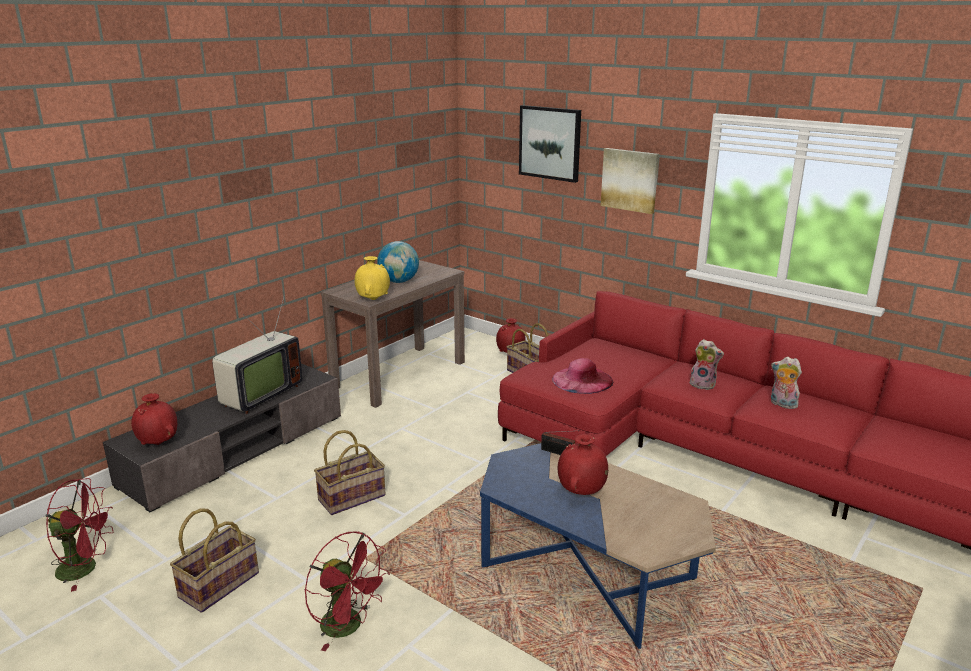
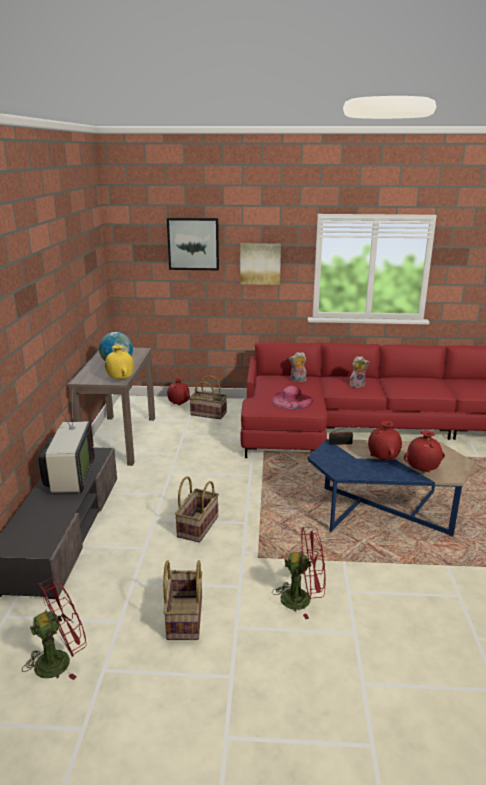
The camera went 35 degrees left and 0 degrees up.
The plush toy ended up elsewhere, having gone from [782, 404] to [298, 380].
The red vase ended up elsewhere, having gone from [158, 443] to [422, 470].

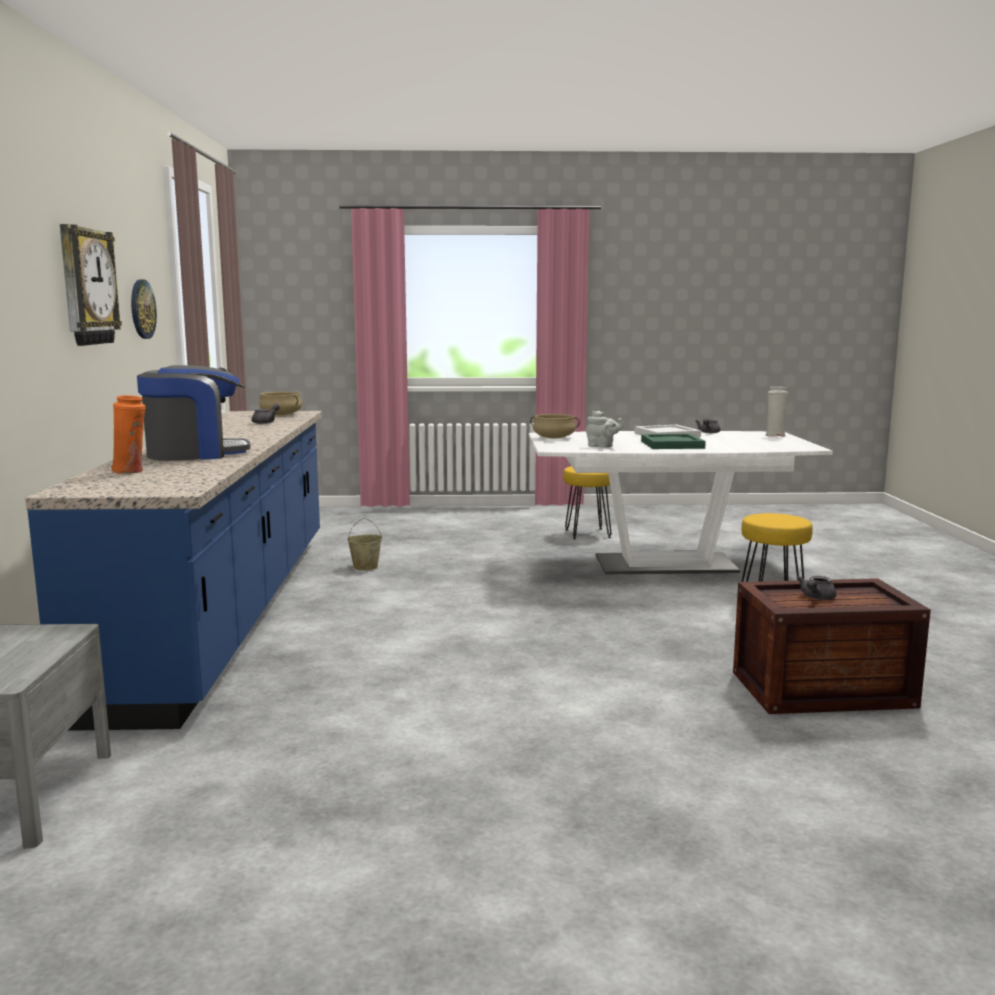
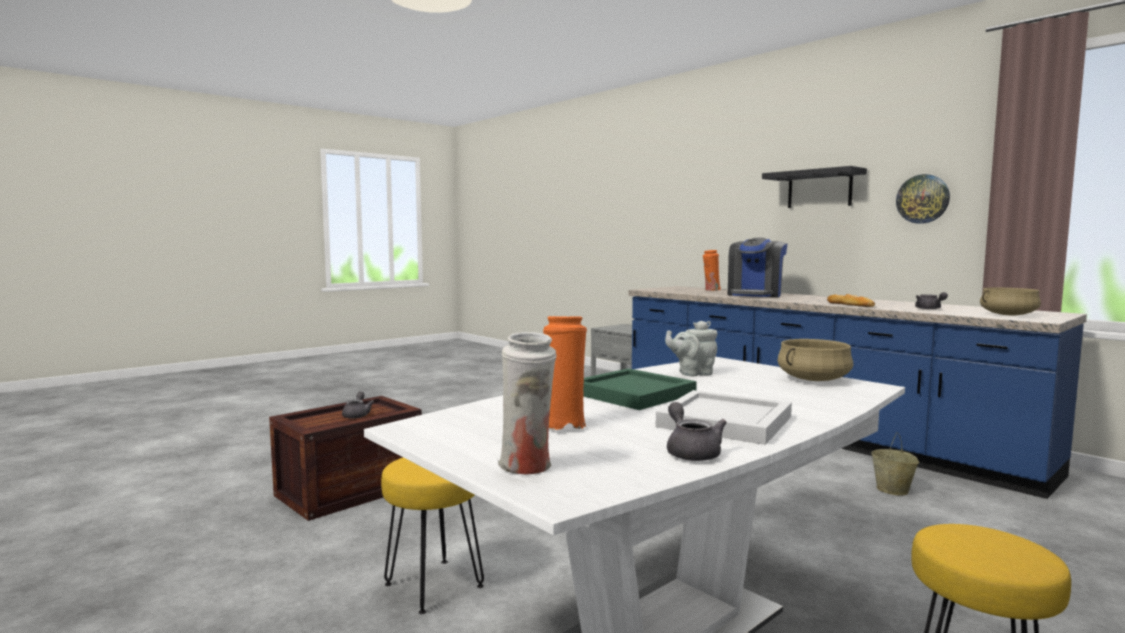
The camera went 140 degrees right and 5 degrees down.
Where the wall clock hung at [86, 287], the black shelf came to hang at [819, 189].
The second view gained the bread at [849, 304].
The second view gained the orange vase at [564, 425].

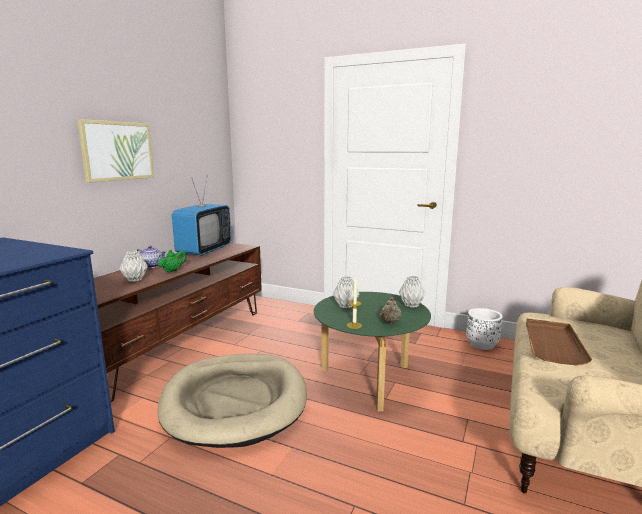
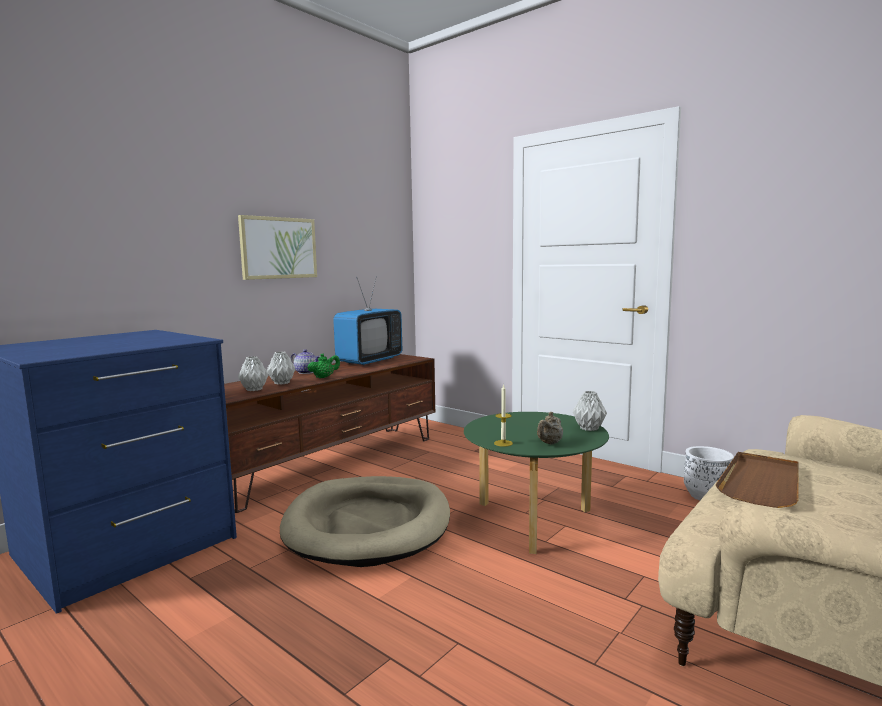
The camera went 15 degrees right and 5 degrees down.
The grey vase ended up elsewhere, having gone from [346, 306] to [254, 389].

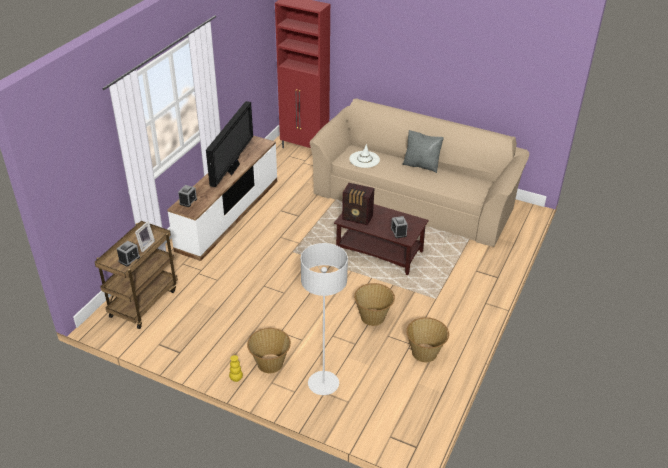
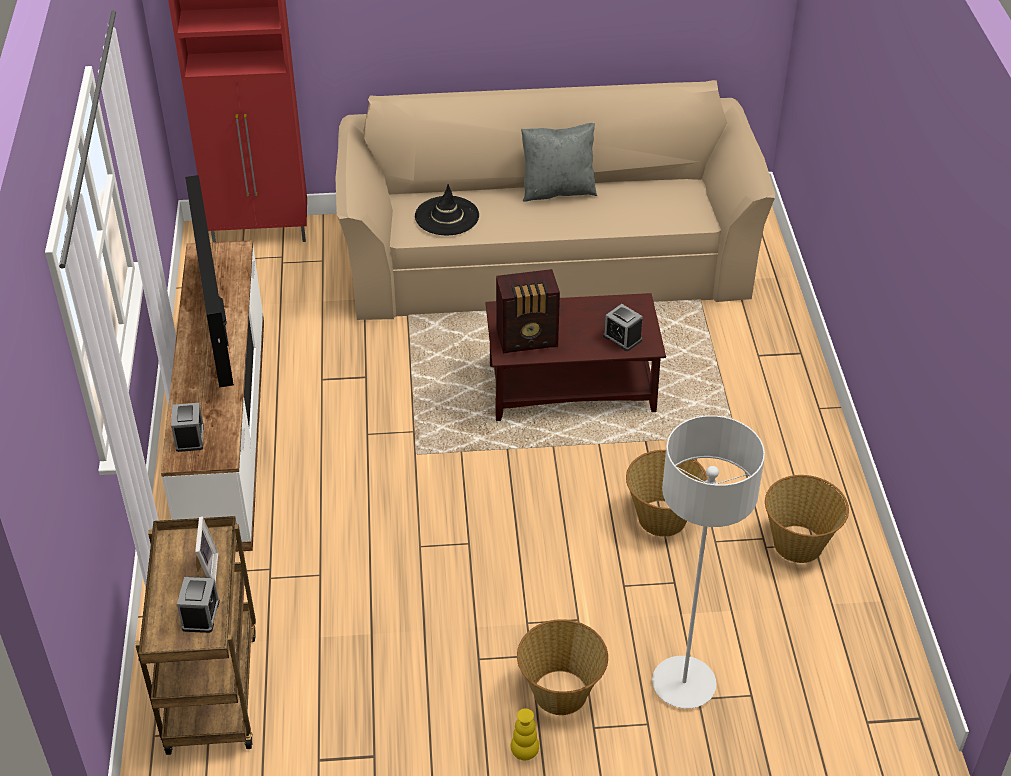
The camera went 30 degrees left and 5 degrees up.
What was the white hat at [364, 159] turned into the black hat at [447, 216].

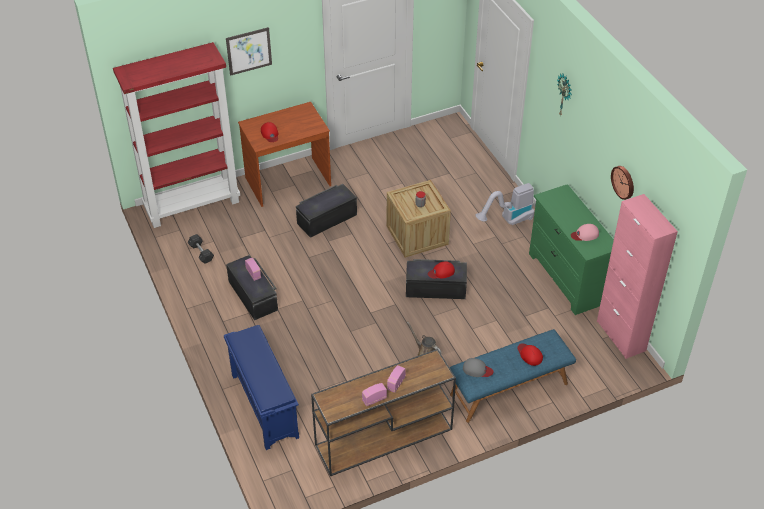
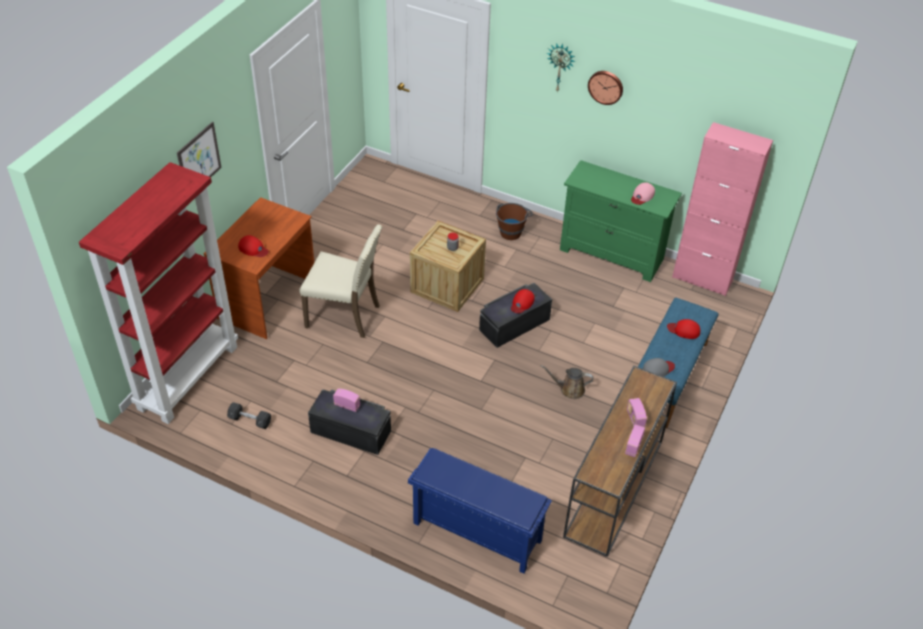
The camera went 40 degrees left and 0 degrees up.
The wall clock ended up elsewhere, having gone from [624, 182] to [606, 86].
Where the vacuum cleaner stood at [508, 220], the brown bucket came to stand at [512, 230].
Where the black storage box stood at [326, 218], the beige chair came to stand at [345, 315].

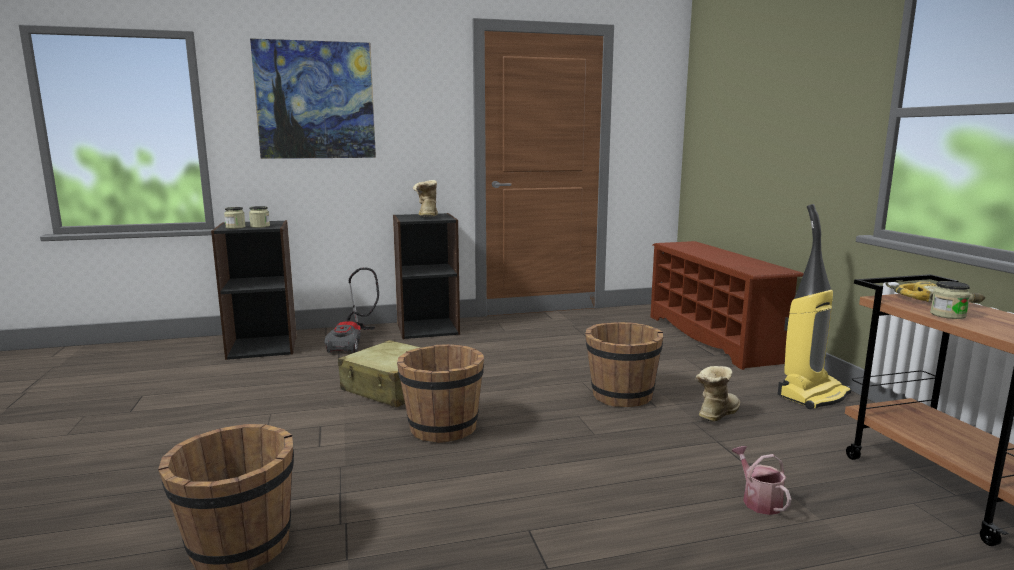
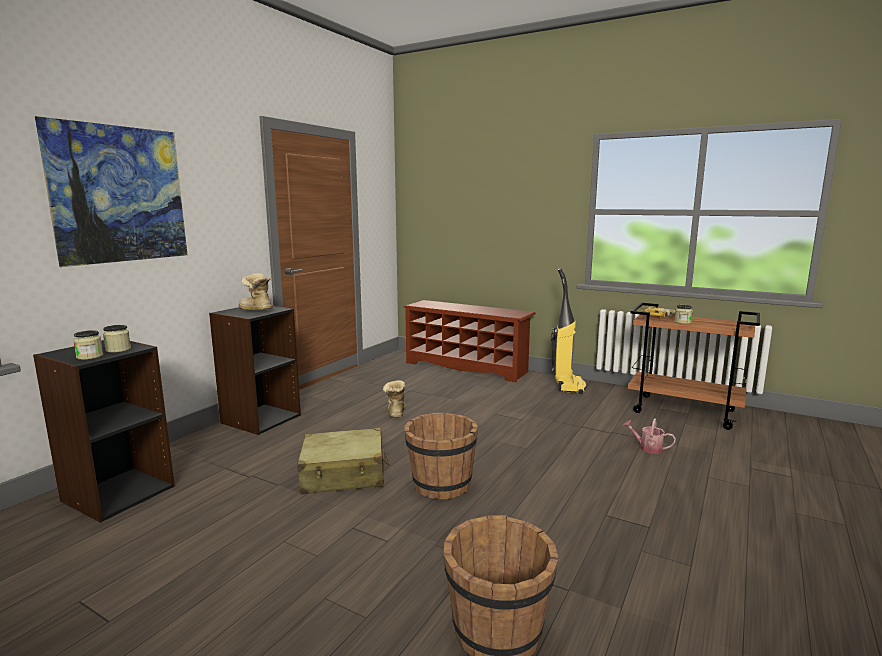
The camera went 45 degrees left and 0 degrees up.
The second view lost the vacuum cleaner at [352, 343].
The second view lost the brown bucket at [621, 396].
The boot ended up elsewhere, having gone from [715, 414] to [395, 413].

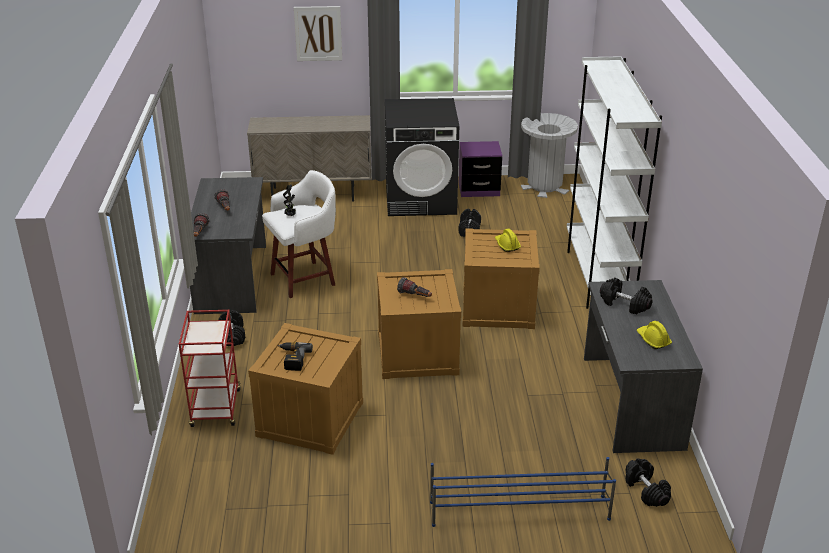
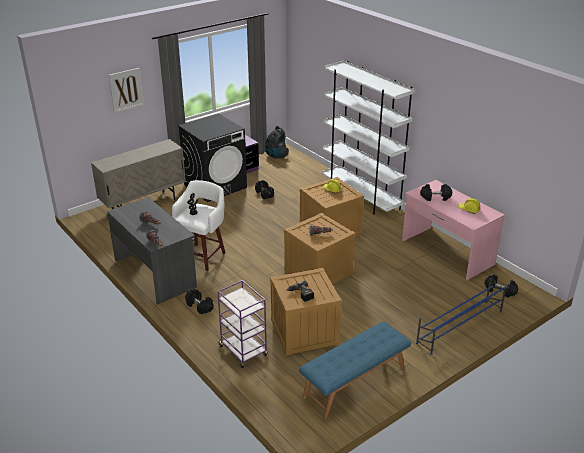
The camera went 35 degrees left and 0 degrees up.
Where the grey trash can stood at [544, 186], the vacuum cleaner came to stand at [276, 156].
What was the grey desk at [630, 402] turned into the pink desk at [446, 252].
What was the red cart at [216, 409] turned into the purple cart at [243, 351].
The second view gained the blue bench at [355, 383].

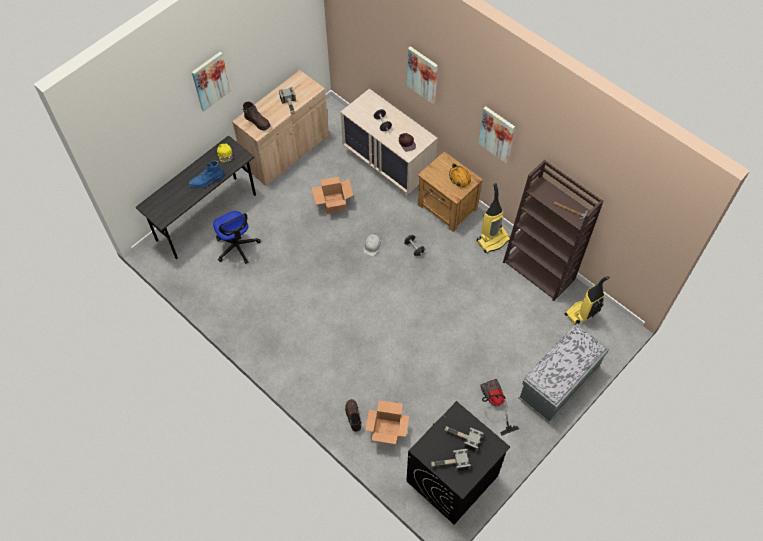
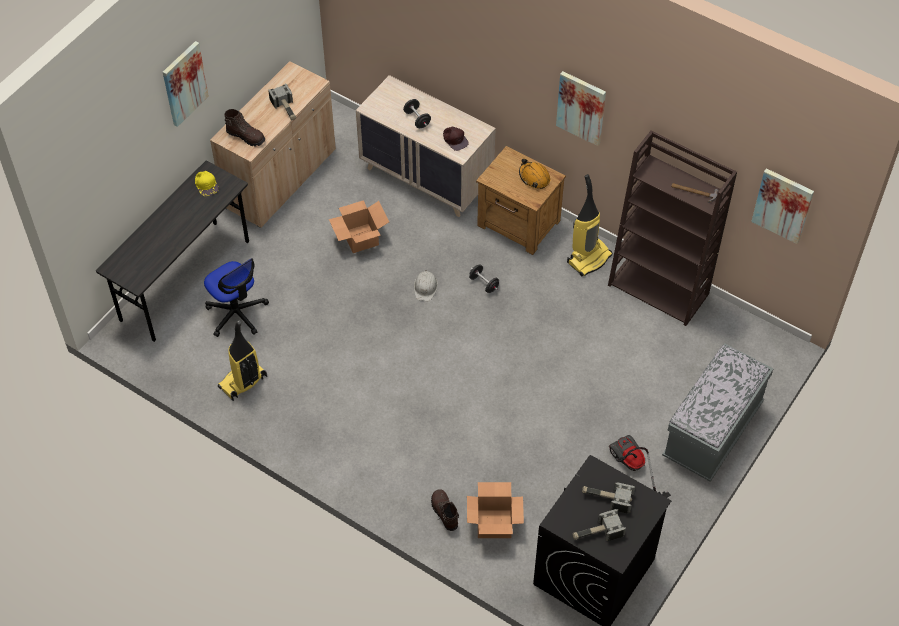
The camera went 10 degrees left and 5 degrees down.
The picture ended up elsewhere, having gone from [422, 74] to [783, 205].
The second view lost the blue boot at [206, 181].
The vacuum cleaner ended up elsewhere, having gone from [582, 313] to [243, 383].

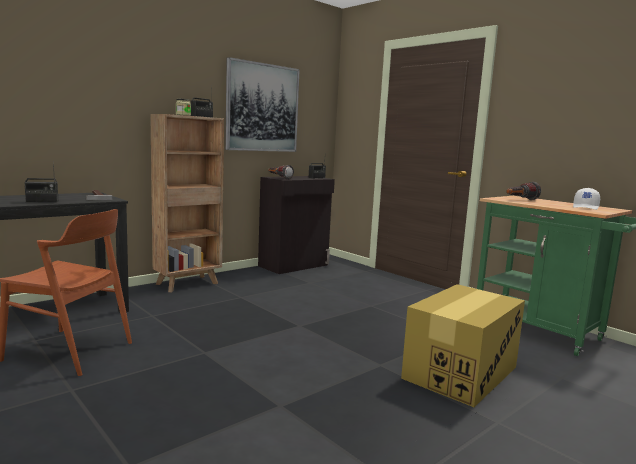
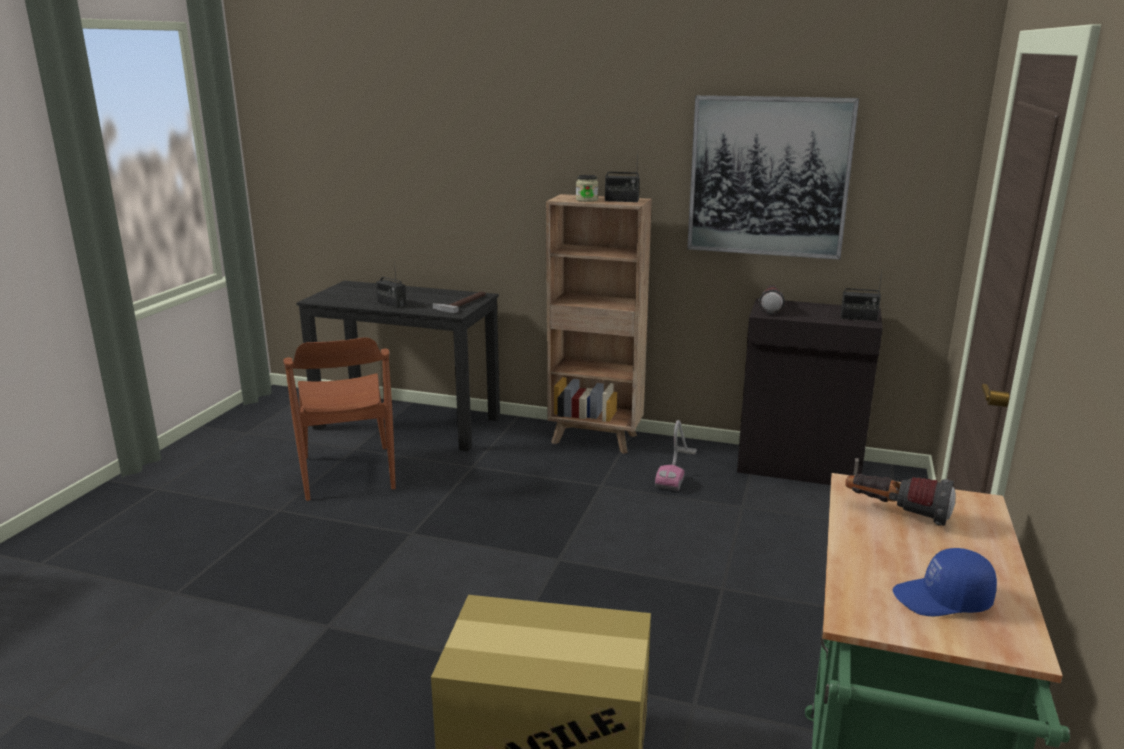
The camera went 60 degrees right and 10 degrees up.
What was the white cap at [586, 207] turned into the blue cap at [942, 600].
The second view gained the vacuum cleaner at [677, 469].

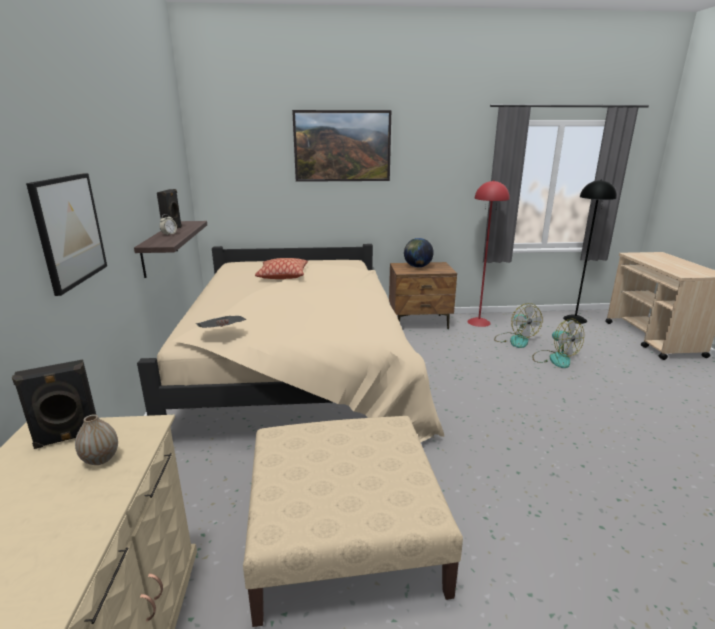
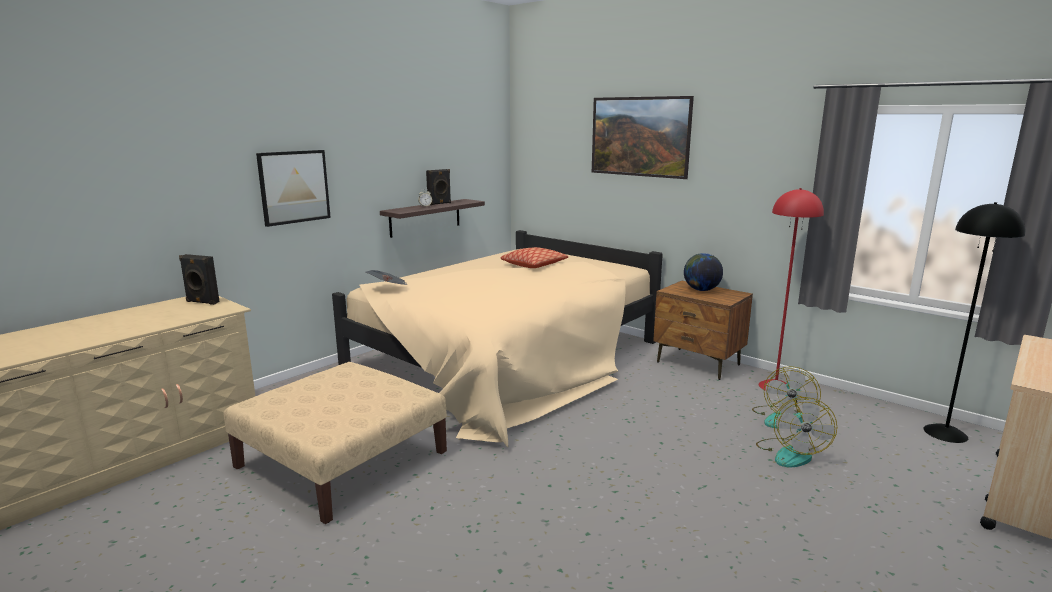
The camera went 45 degrees right and 5 degrees down.
The second view lost the vase at [101, 459].

